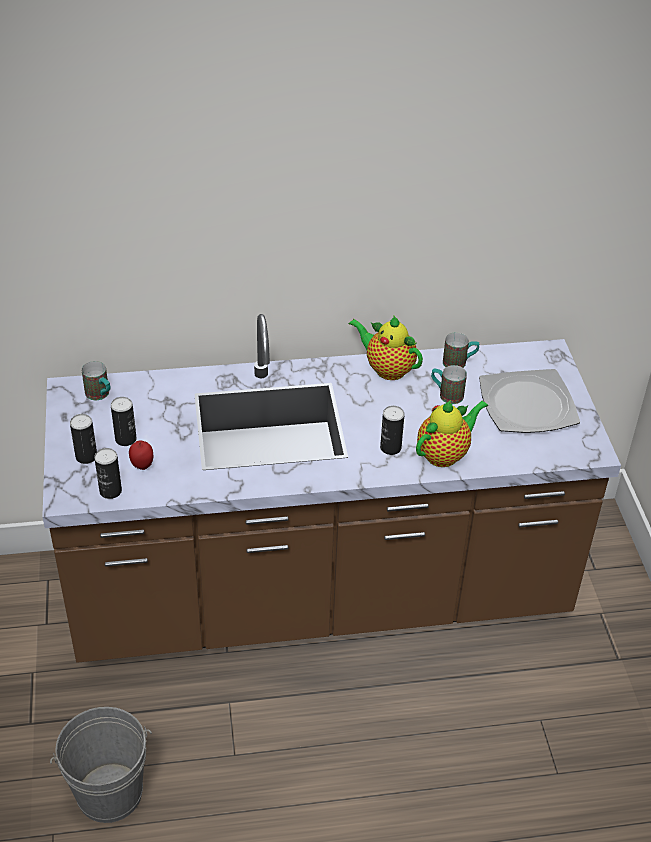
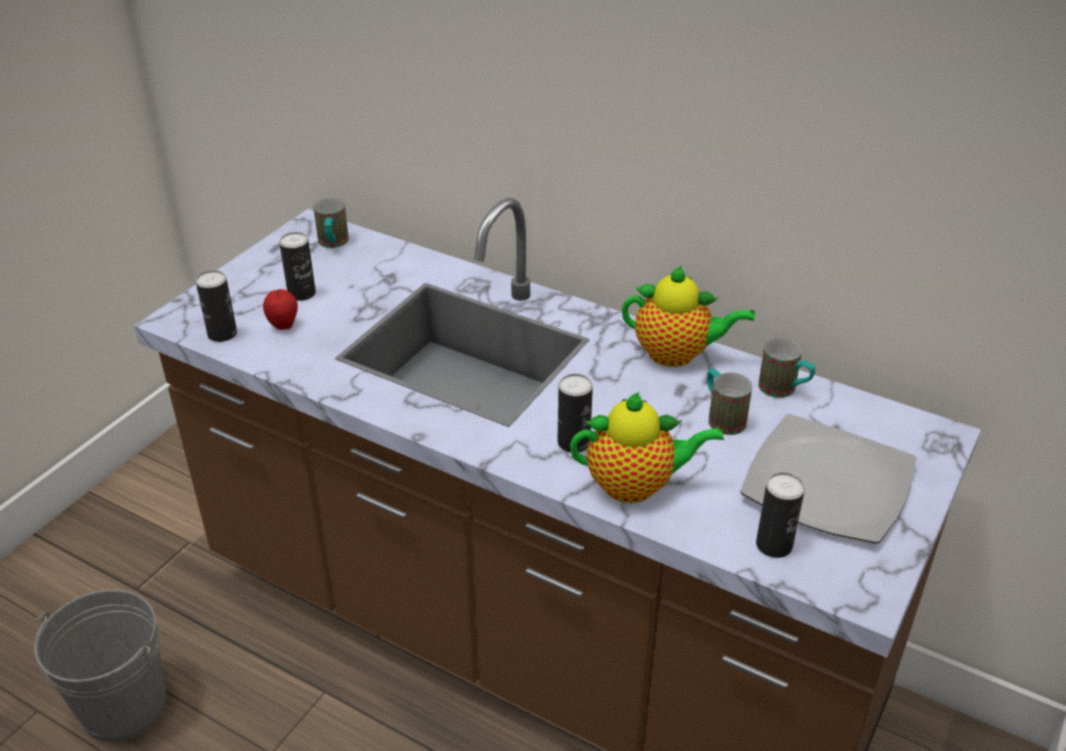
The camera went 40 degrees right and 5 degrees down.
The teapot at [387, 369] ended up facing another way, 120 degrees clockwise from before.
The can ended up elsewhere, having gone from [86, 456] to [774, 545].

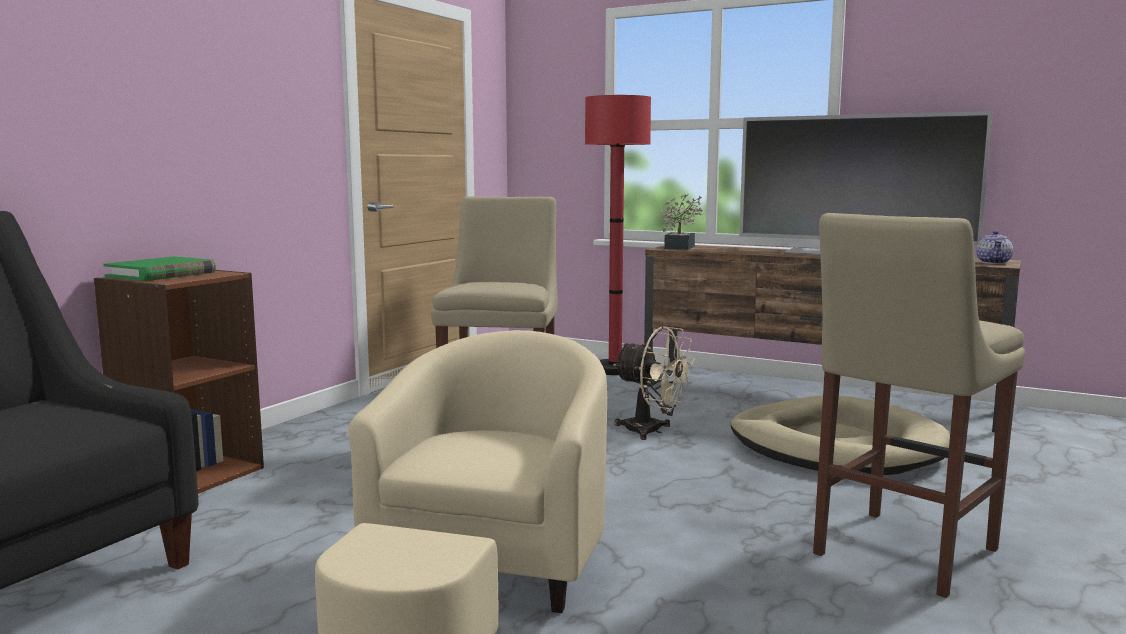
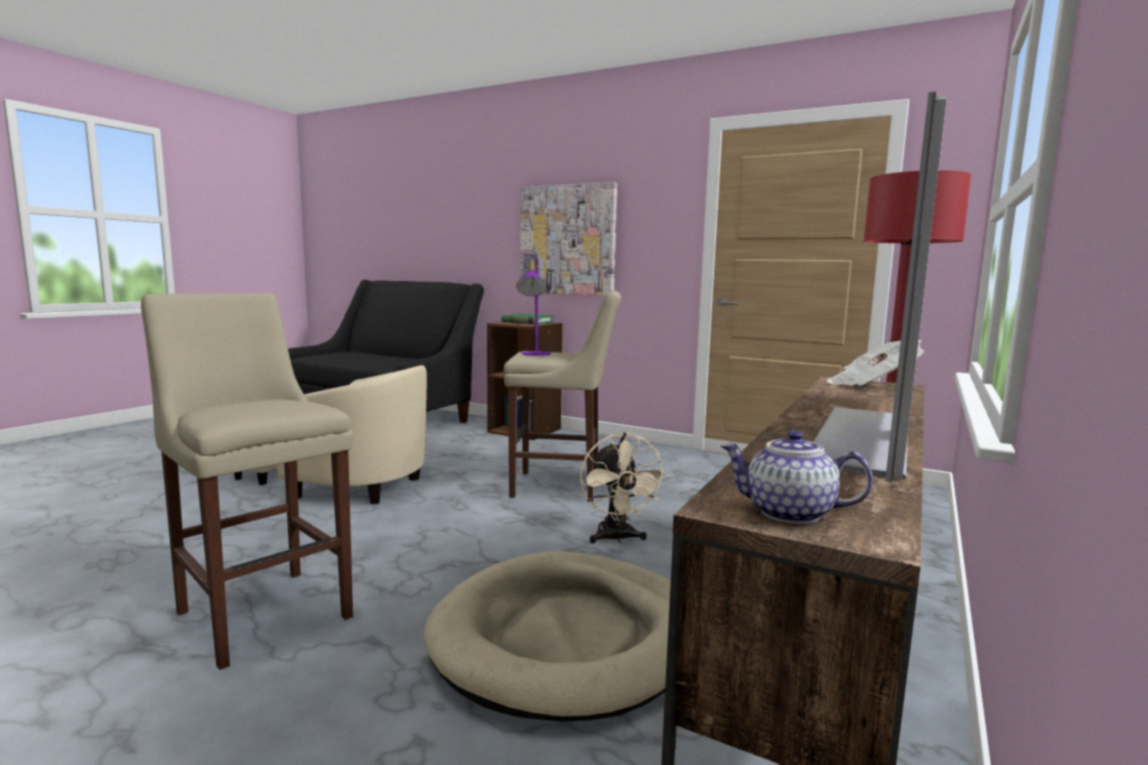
The camera went 90 degrees right and 0 degrees up.
Where the potted plant stood at [681, 247], the newspaper came to stand at [871, 385].
The beige fan at [651, 431] ended up facing another way, 45 degrees counterclockwise from before.
The second view gained the picture at [567, 240].
The second view gained the purple table lamp at [534, 354].

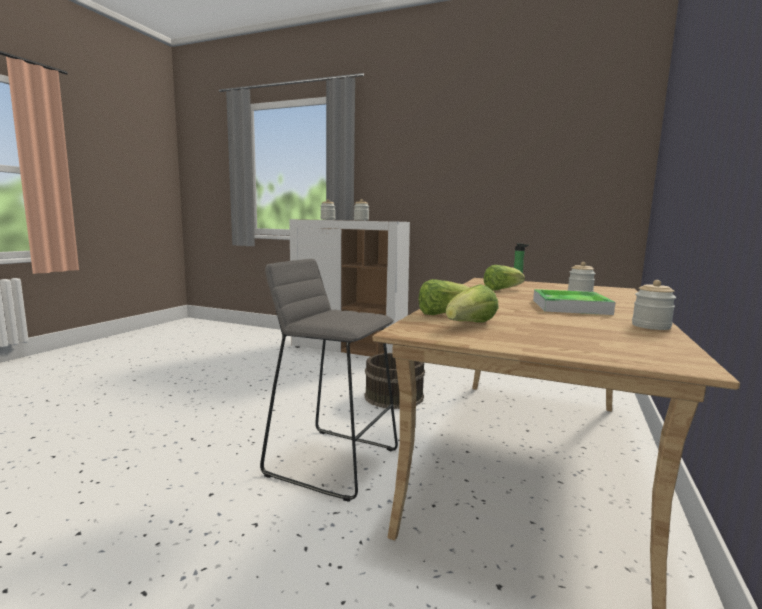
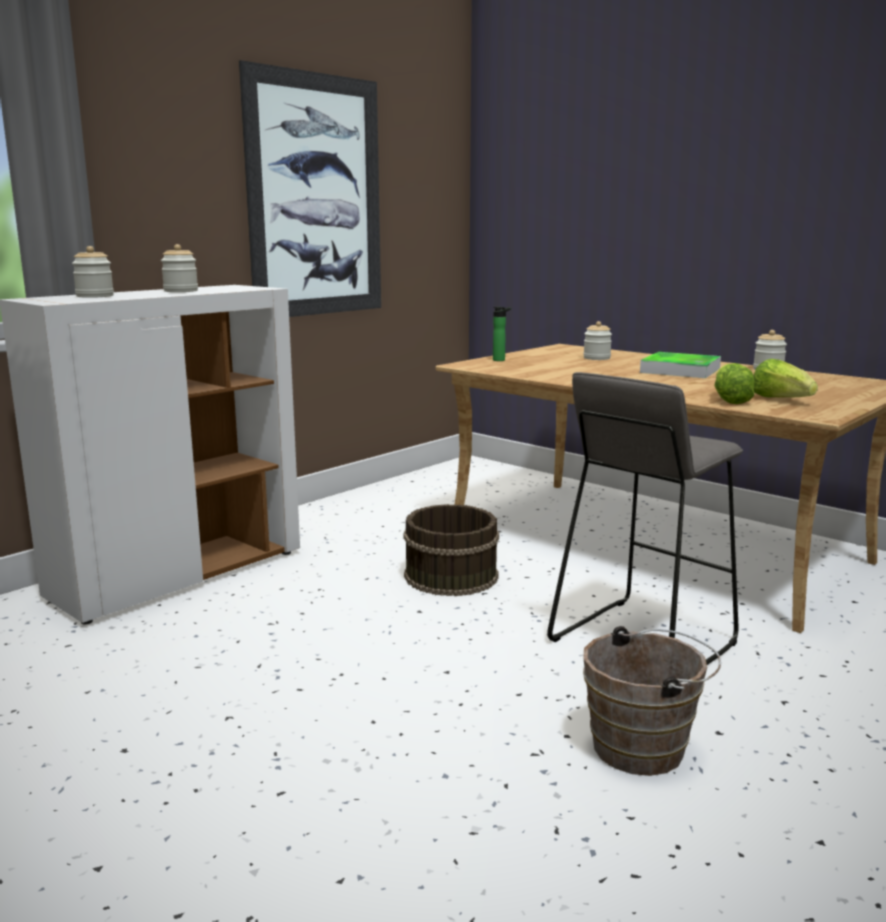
The camera went 70 degrees left and 5 degrees up.
The second view lost the lettuce at [501, 290].
The second view gained the picture at [316, 197].
The second view gained the brown bucket at [645, 747].

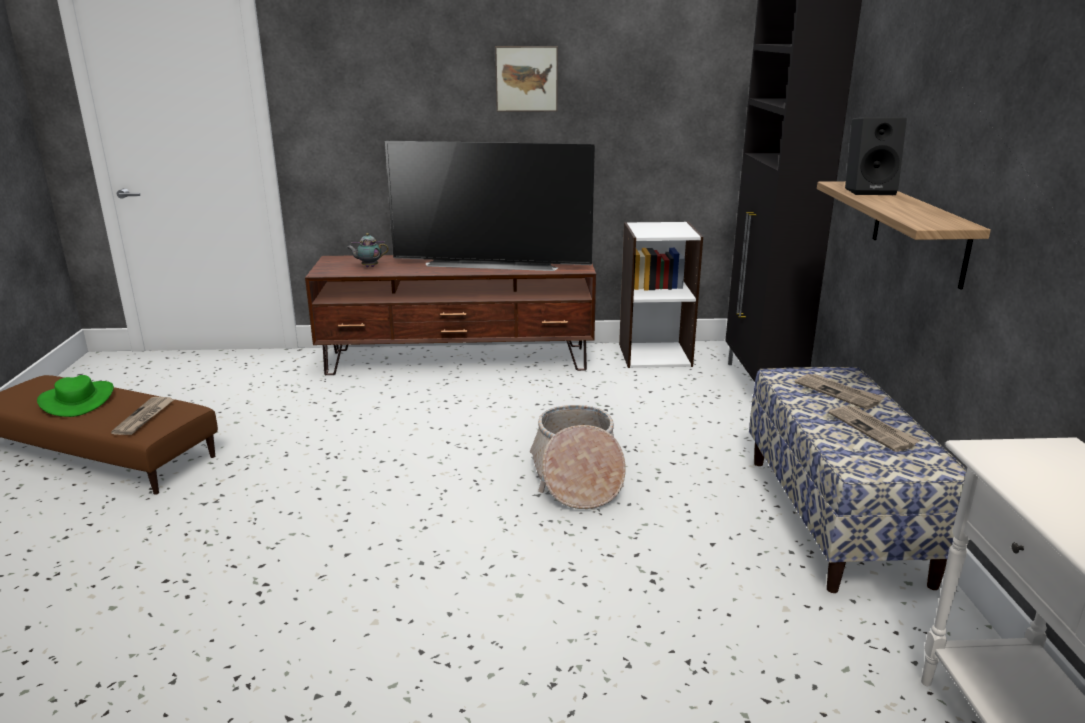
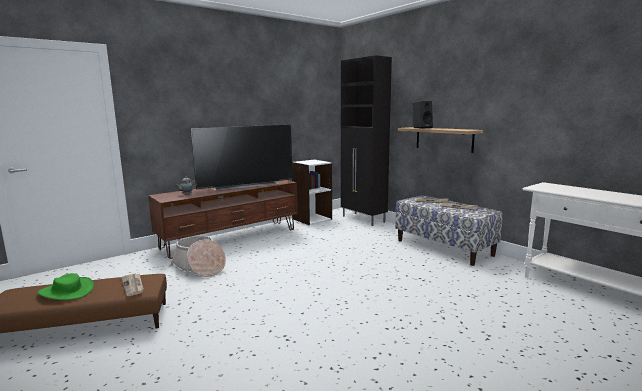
The camera went 35 degrees left and 10 degrees down.
The second view lost the picture at [526, 78].
The basket ended up elsewhere, having gone from [576, 477] to [200, 267].

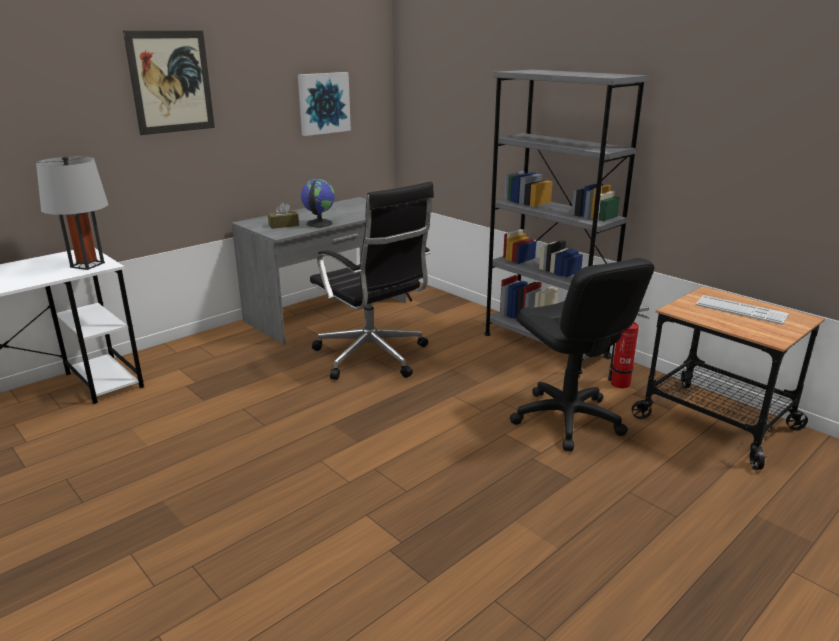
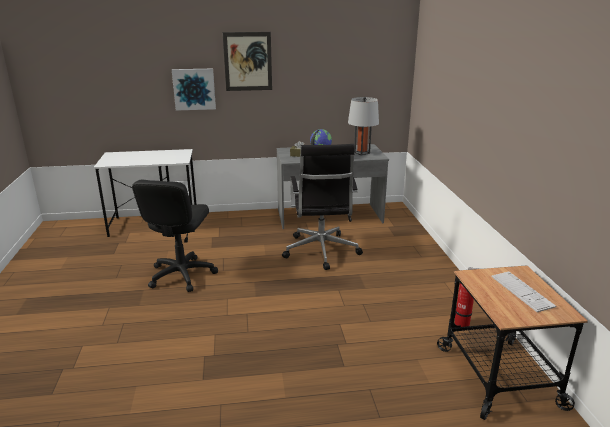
The camera went 35 degrees right and 0 degrees up.
The second view lost the grey bookcase at [545, 345].
The picture ended up elsewhere, having gone from [323, 103] to [194, 89].
The grey table lamp ended up elsewhere, having gone from [87, 265] to [362, 153].
The black office chair ended up elsewhere, having gone from [567, 419] to [181, 275].

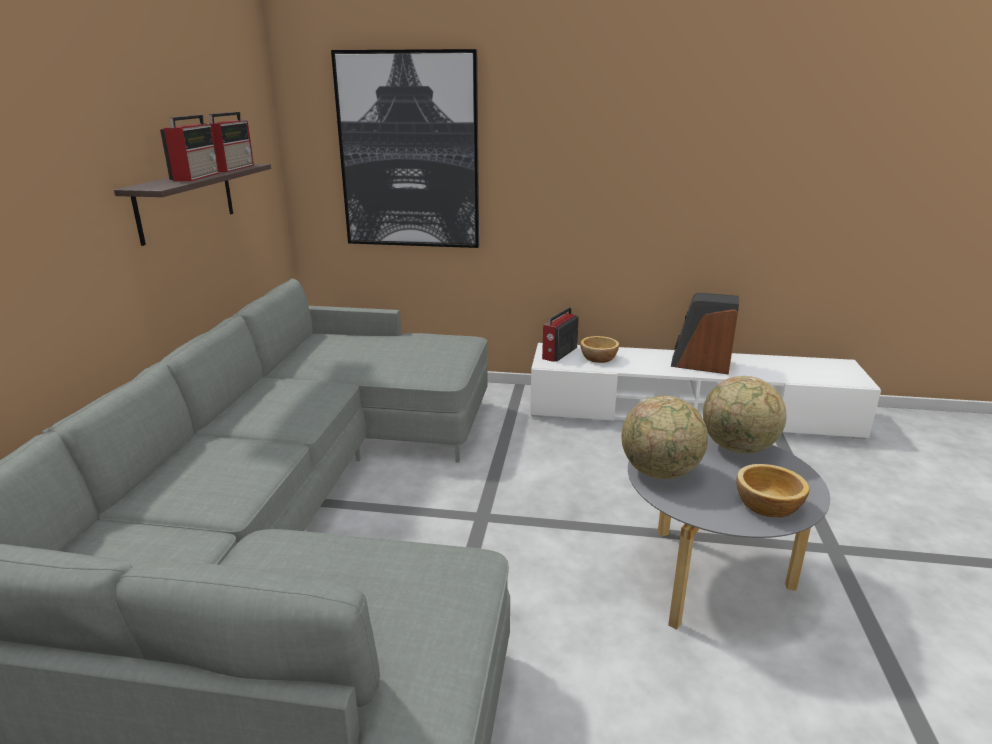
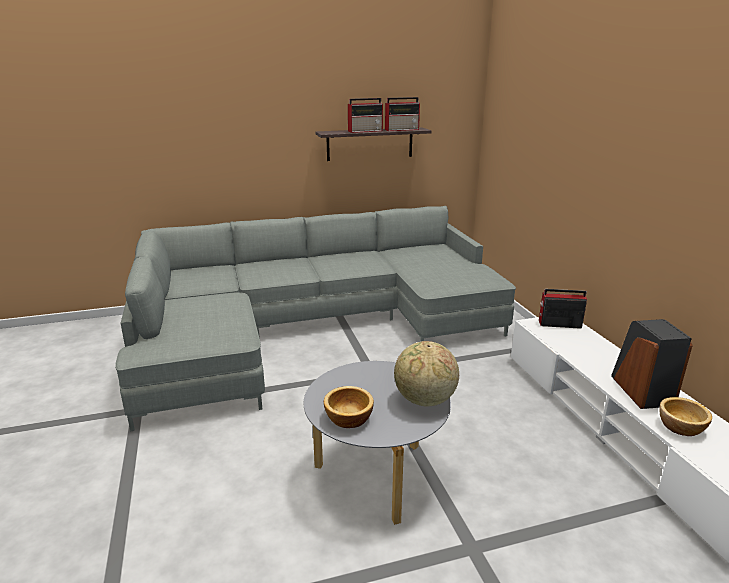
The camera went 65 degrees right and 0 degrees up.
The second view lost the picture at [409, 152].
The bowl ended up elsewhere, having gone from [599, 358] to [681, 427].
The second view lost the globe at [660, 473].

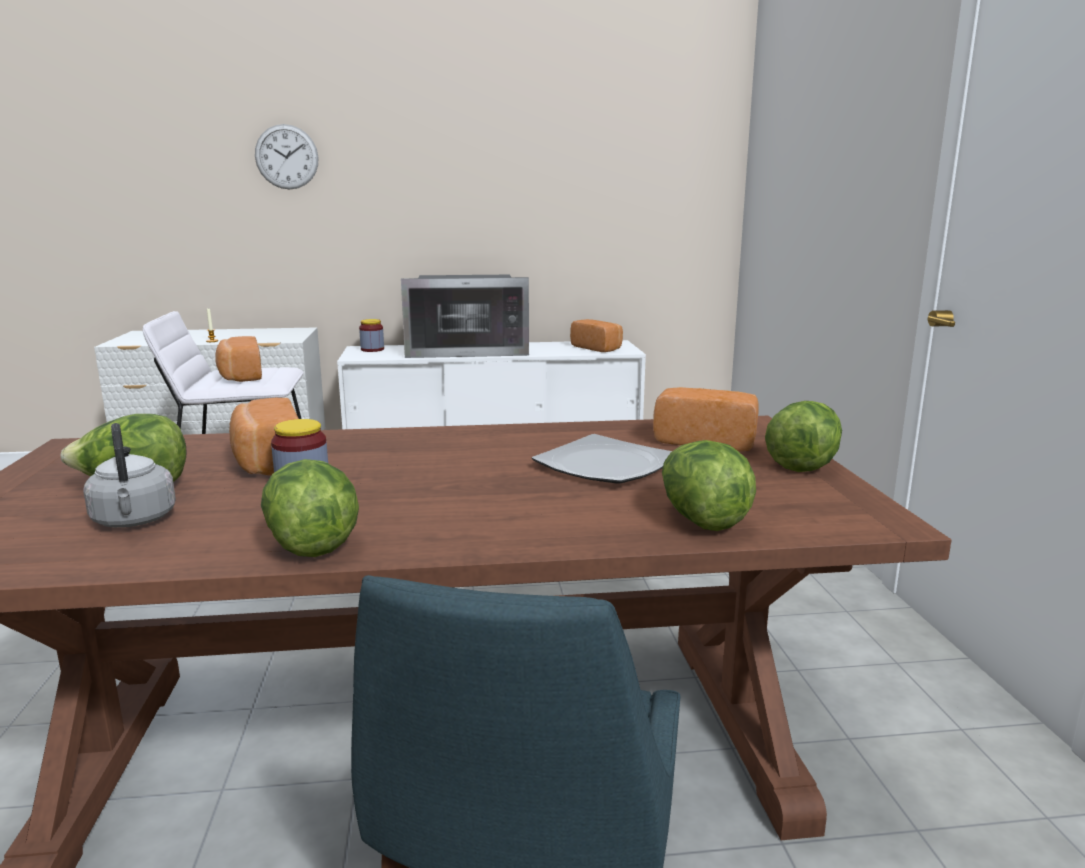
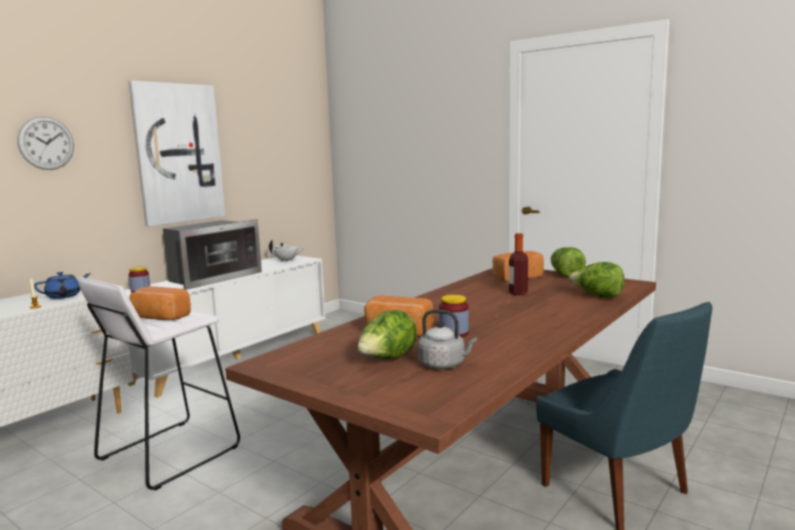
The camera went 45 degrees left and 5 degrees down.
Where the bread stood at [598, 348], the white teapot came to stand at [287, 261].
Where the plate stood at [605, 465], the bottle came to stand at [518, 293].
The second view lost the lettuce at [312, 543].
The second view gained the picture at [178, 153].
The second view gained the blue teapot at [64, 296].

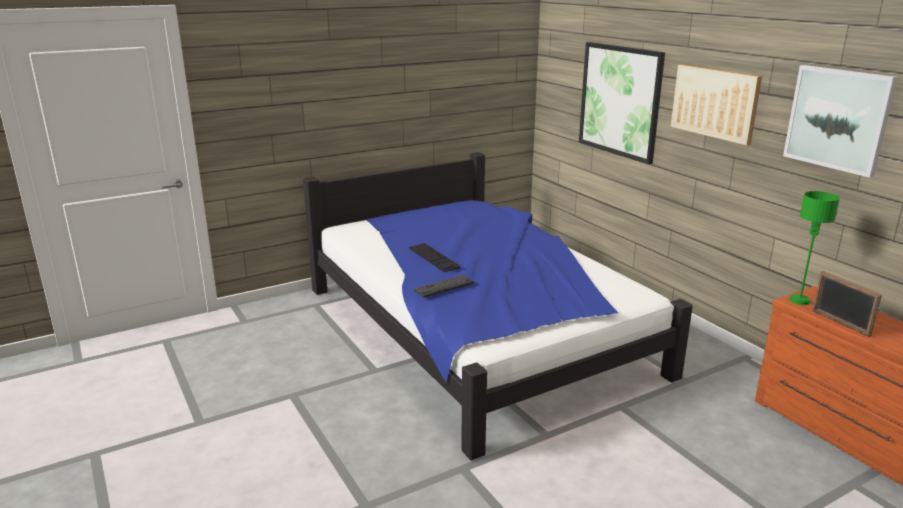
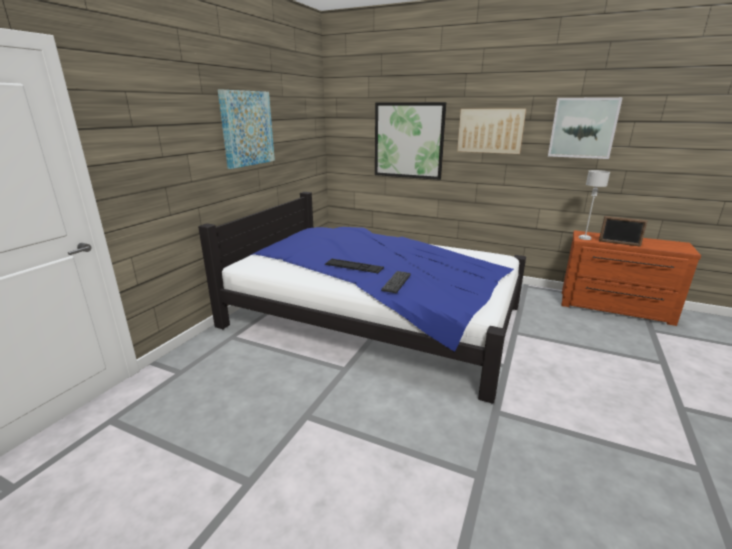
The camera went 35 degrees left and 0 degrees up.
What was the green table lamp at [799, 300] turned into the grey table lamp at [584, 238].
The second view gained the picture at [247, 128].

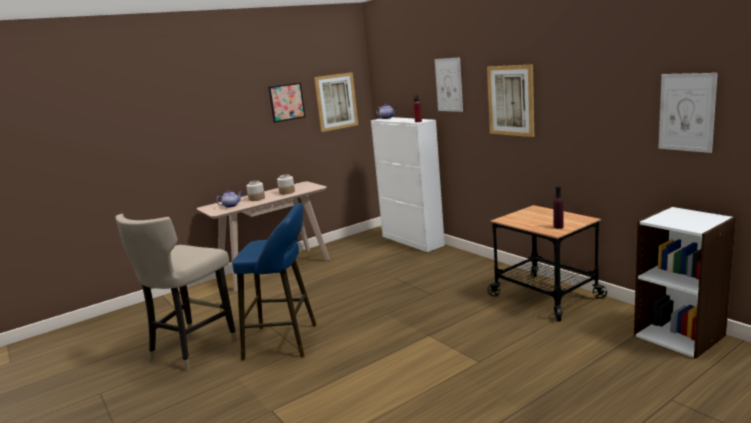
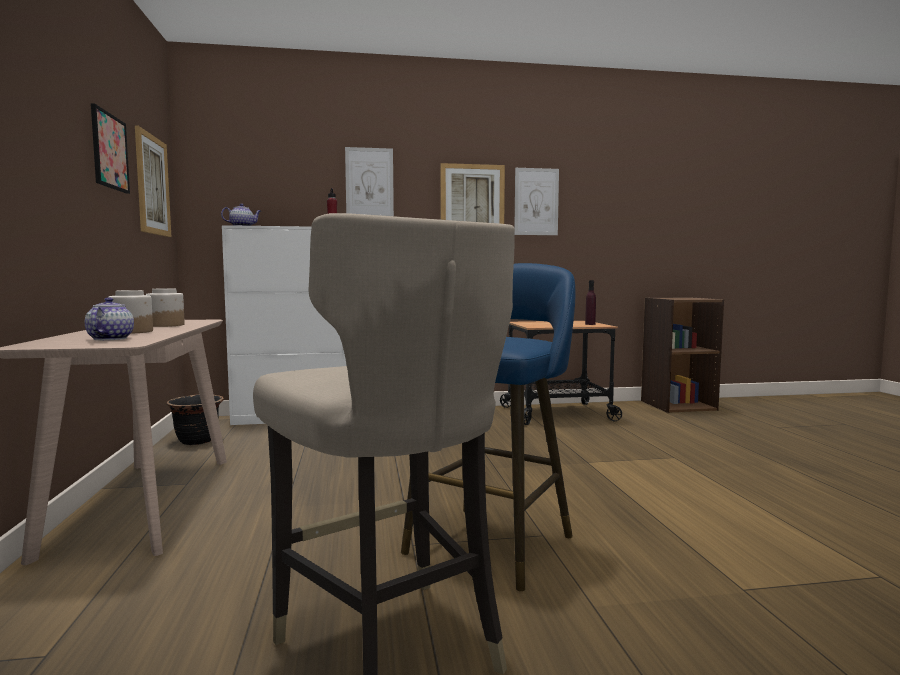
The camera went 65 degrees left and 10 degrees down.
The picture ended up elsewhere, having gone from [686, 112] to [536, 202].
What was the white bookcase at [679, 335] turned into the brown bookcase at [677, 405].
The second view gained the black planter at [197, 441].

